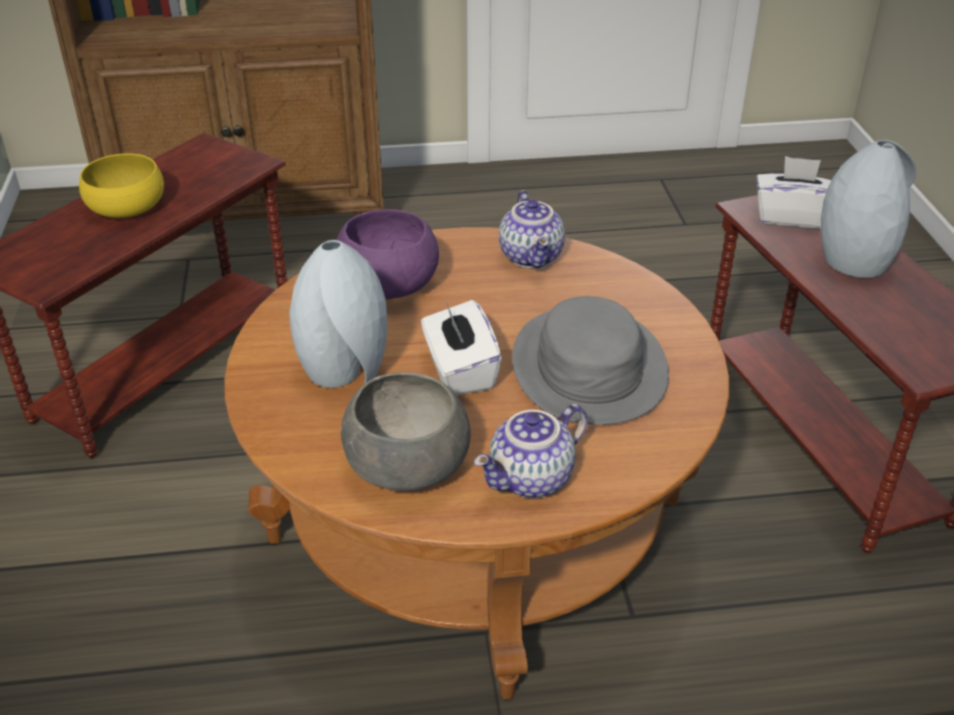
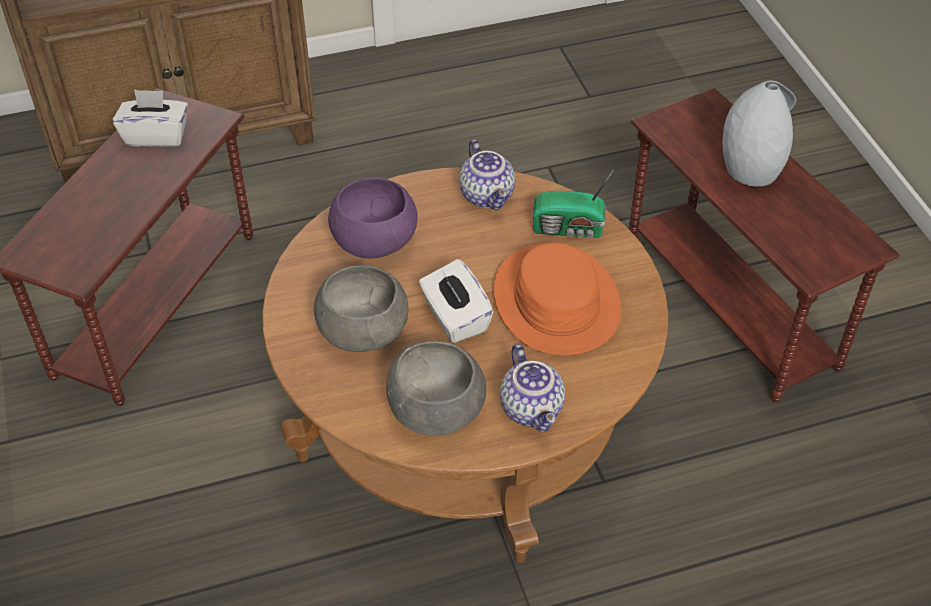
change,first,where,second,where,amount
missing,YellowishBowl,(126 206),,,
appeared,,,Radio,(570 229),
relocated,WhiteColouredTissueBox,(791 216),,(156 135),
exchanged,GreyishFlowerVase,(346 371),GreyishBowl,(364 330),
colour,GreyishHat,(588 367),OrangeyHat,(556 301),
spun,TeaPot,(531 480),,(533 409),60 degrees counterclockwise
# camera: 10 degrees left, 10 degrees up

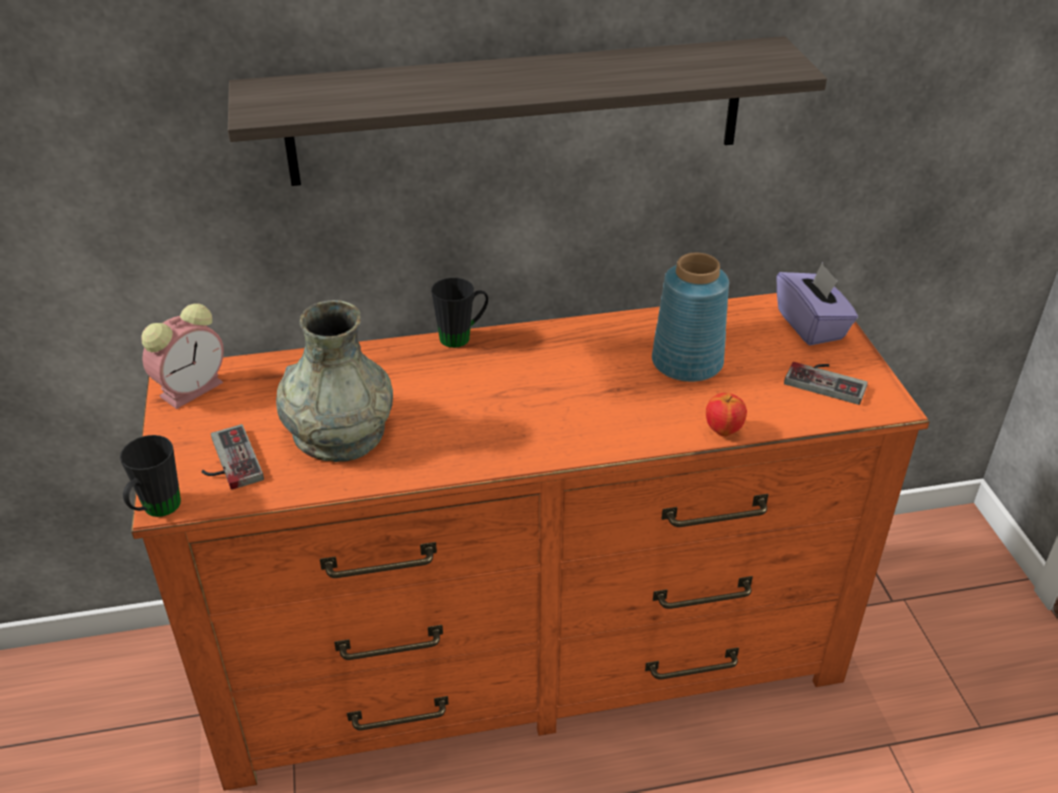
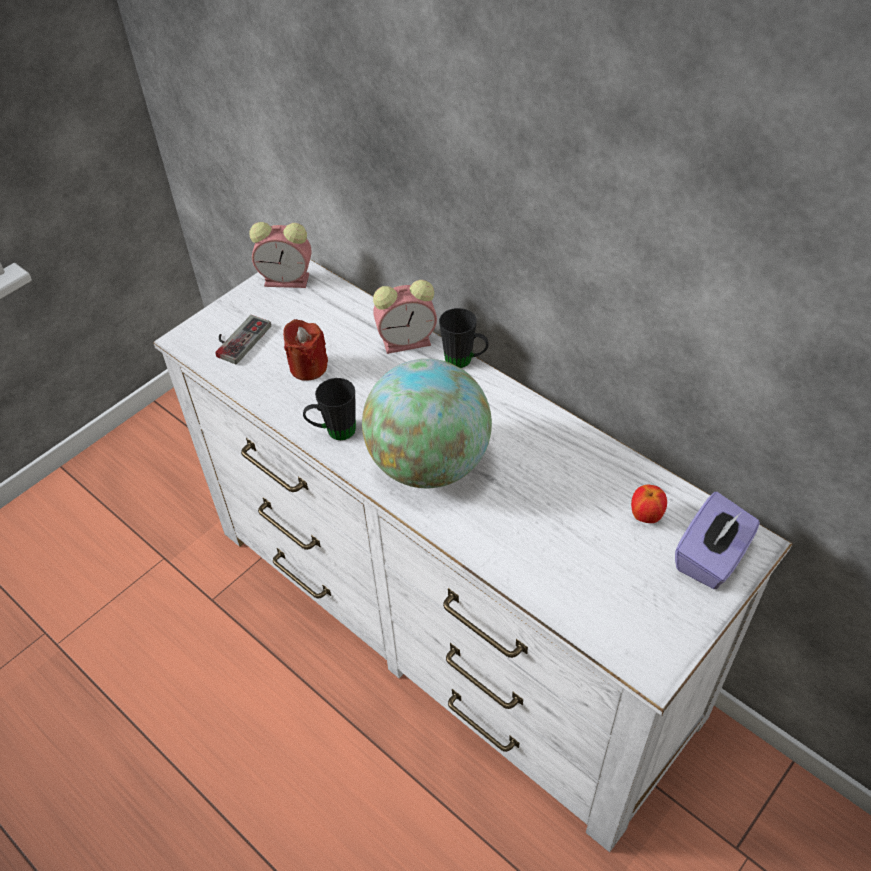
change,first,where,second,where,amount
missing,Shelf,(518 111),,,
missing,BlueFlowerVase,(687 363),,,
missing,GameController,(827 380),,,
appeared,,,Globe,(429 464),
appeared,,,BedsideClock,(408 341),
relocated,BlackColouredMug,(156 511),,(333 432),
relocated,AppleFruit,(723 431),,(646 516),
exchanged,GreyishFlowerVase,(339 431),RedWaxLight,(308 367),
colour,OrangeyChestOfDrawers,(528 654),WhiteColouredChestOfDrawers,(447 619),
# camera: 55 degrees right, 10 degrees up

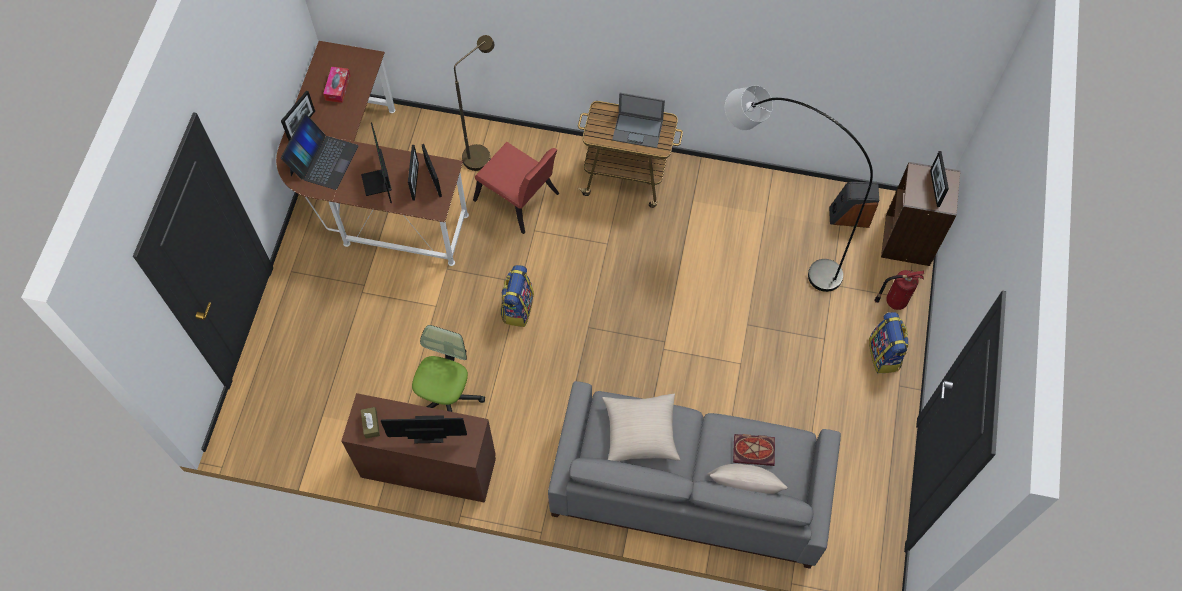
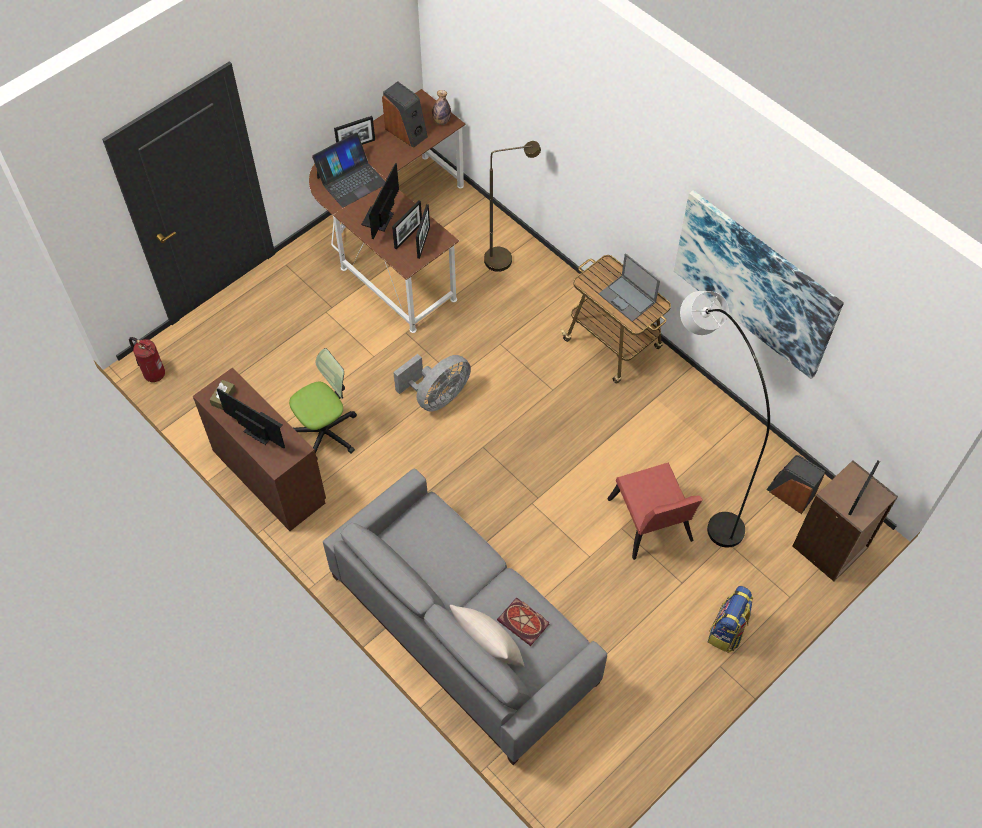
change,first,where,second,where,amount
missing,SandColouredCushion,(640 433),,,
appeared,,,Bottle,(441 121),
appeared,,,WallArt,(755 283),
relocated,RedChair,(519 201),,(650 525),
relocated,FireFightingCylinder,(894 301),,(153 373),
exchanged,TissueBox,(338 88),AudioSpeaker,(406 132),
exchanged,Backpack,(517 308),GreyishFan,(437 396),
# camera: 35 degrees right, 5 degrees down

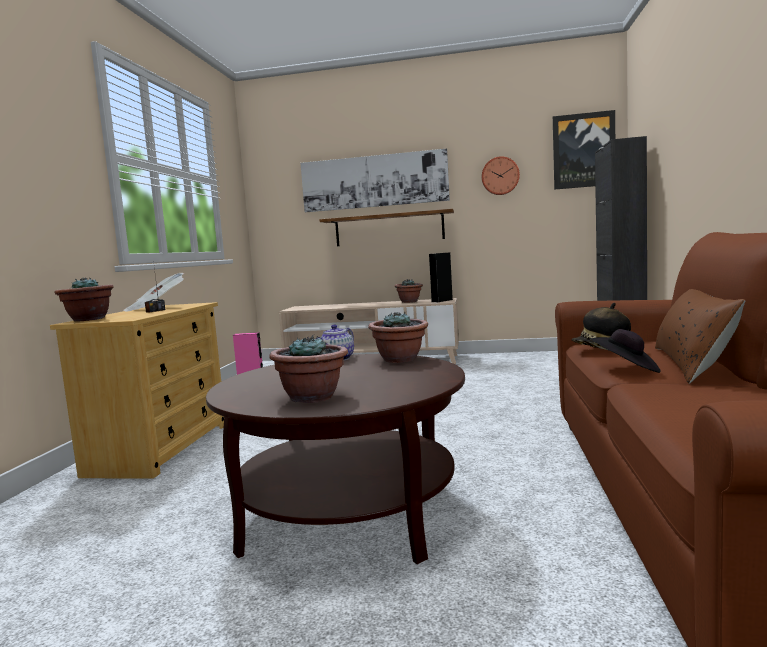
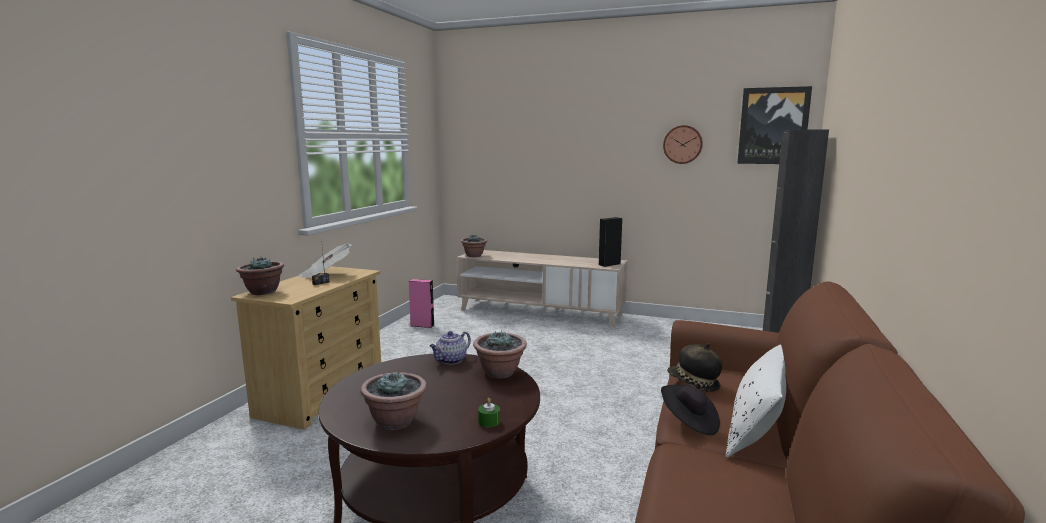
change,first,where,second,where,amount
missing,WallArt,(374 181),,,
missing,Shelf,(389 229),,,
appeared,,,GreenColouredWaxLight,(489 422),
relocated,PottedPlant,(409 302),,(474 255),
colour,BrownishCushion,(692 363),WhiteColouredCushion,(757 424),
# camera: 10 degrees right, 5 degrees up

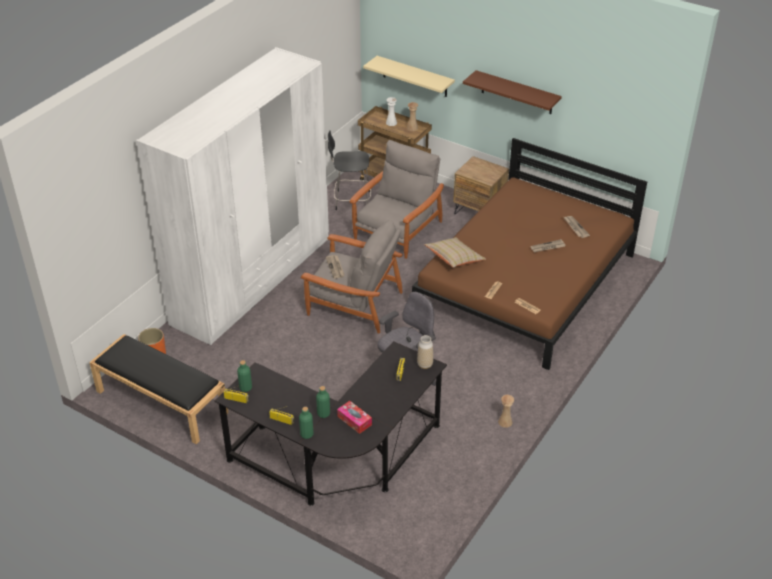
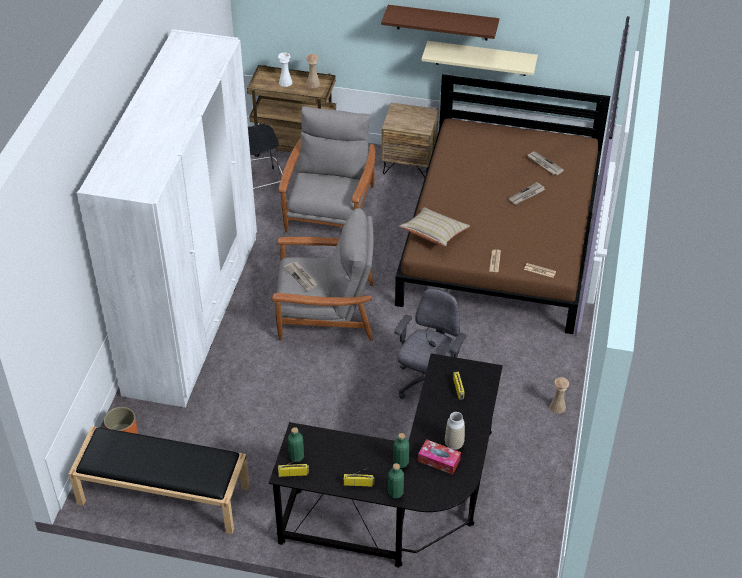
change,first,where,second,where,amount
relocated,SandColouredShelf,(415 77),,(481 58),
relocated,FlowerVase,(425 365),,(454 444),
# camera: 20 degrees left, 5 degrees up

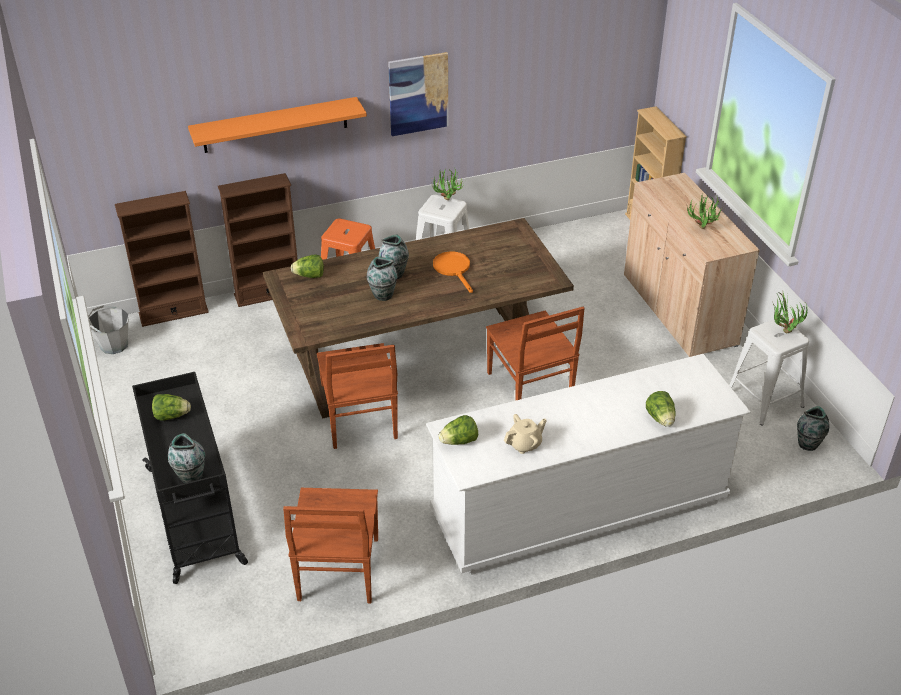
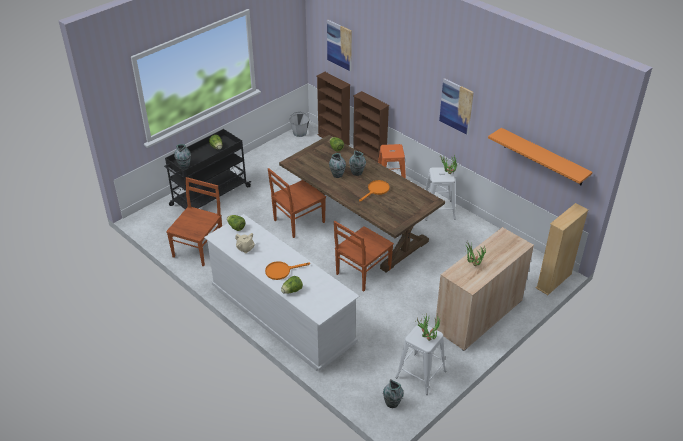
change,first,where,second,where,amount
appeared,,,OrangeyFryingPan,(281 271),
appeared,,,WallArt,(339 45),
relocated,OrangeyShelf,(275 125),,(543 157),
spun,BrownishChair,(338 571),,(199 248),135 degrees clockwise
# camera: 65 degrees right, 0 degrees up

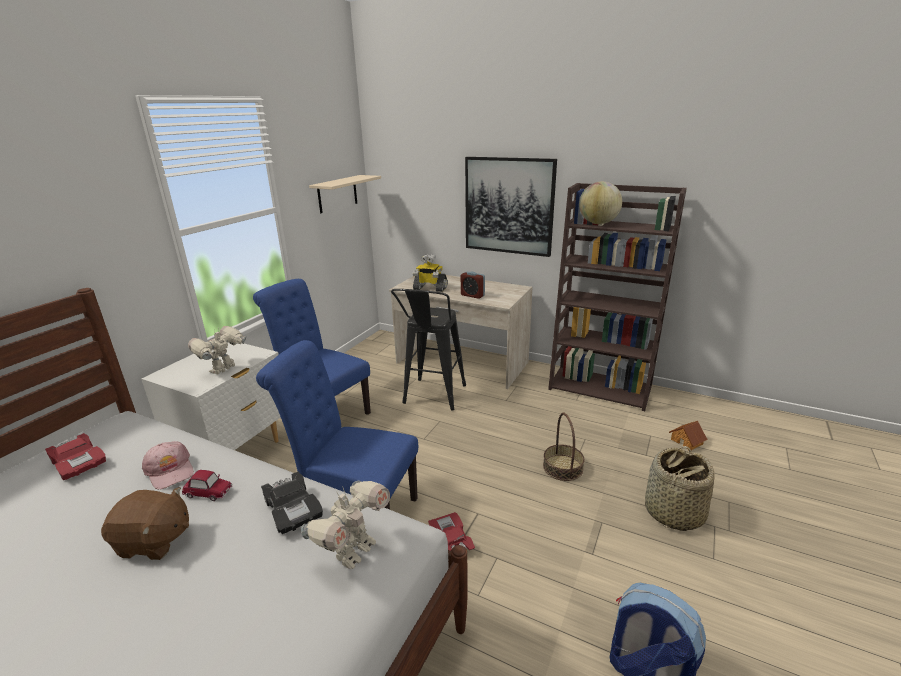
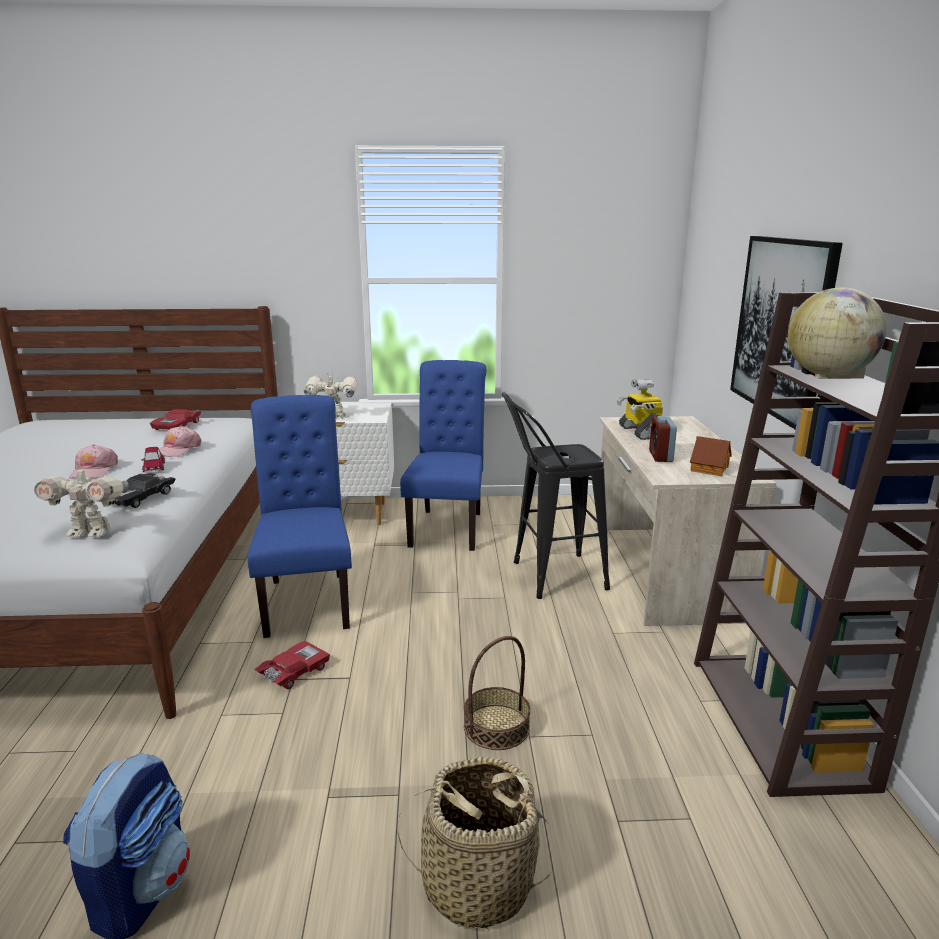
change,first,where,second,where,amount
missing,SandColouredShelf,(337 194),,,
relocated,ToyHouse,(687 441),,(710 469),
exchanged,BrownishCuddlyToy,(154 541),PinkColouredBaseballCap,(93 470),
# camera: 60 degrees right, 5 degrees down

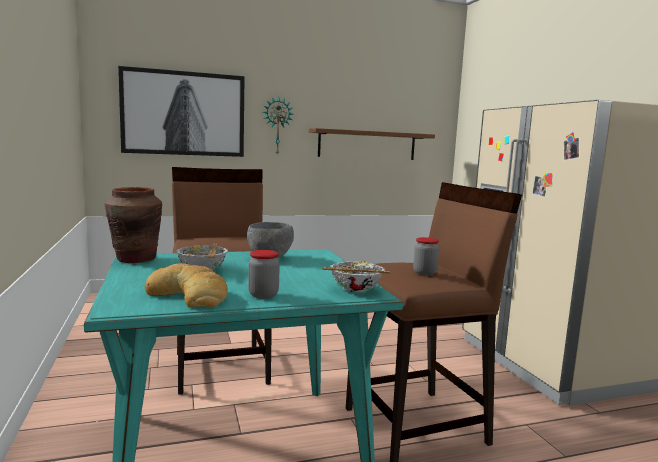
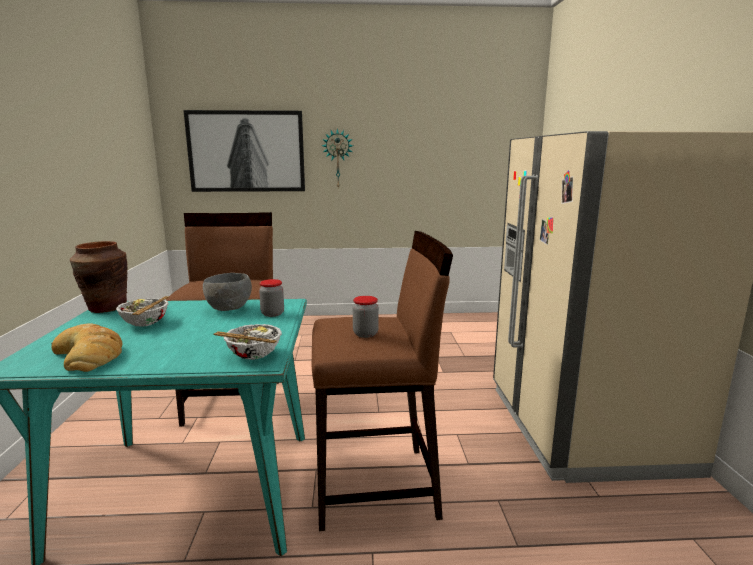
change,first,where,second,where,amount
missing,BrownishShelf,(367 145),,,
relocated,StorageJar,(263 295),,(272 314),
# camera: 15 degrees right, 5 degrees up

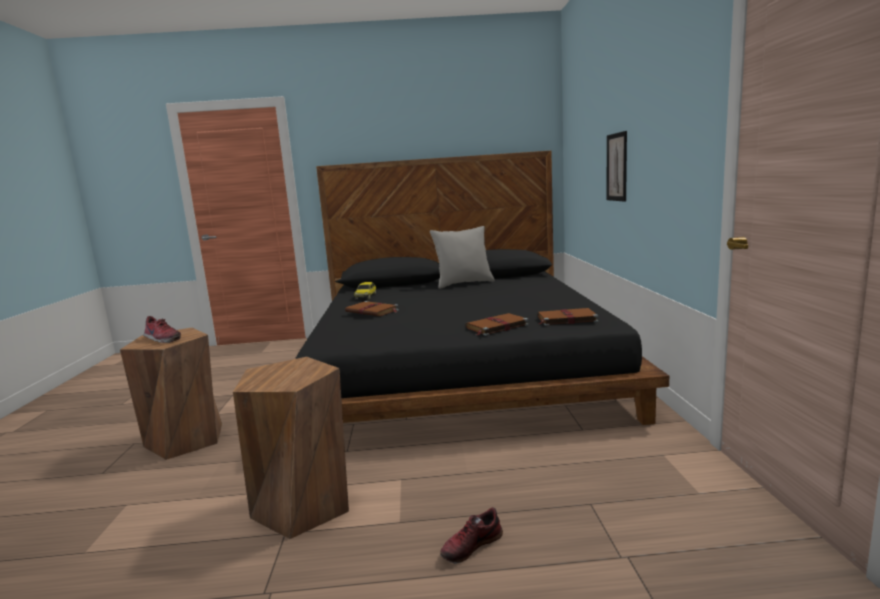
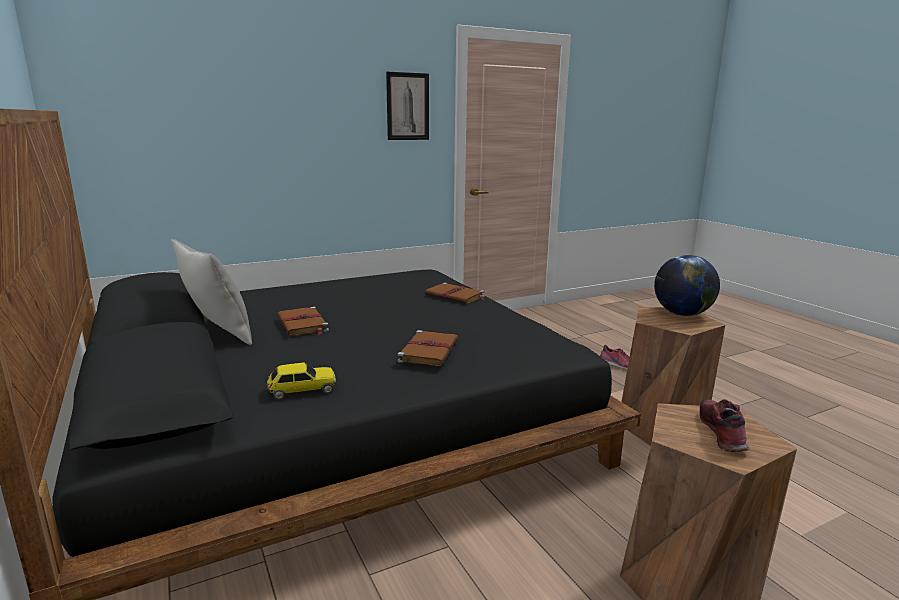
change,first,where,second,where,amount
appeared,,,Globe,(682 314),
relocated,BrownishBoundBook,(565 319),,(302 324),
relocated,WallArt,(617 167),,(407 106),
# camera: 115 degrees left, 5 degrees up

